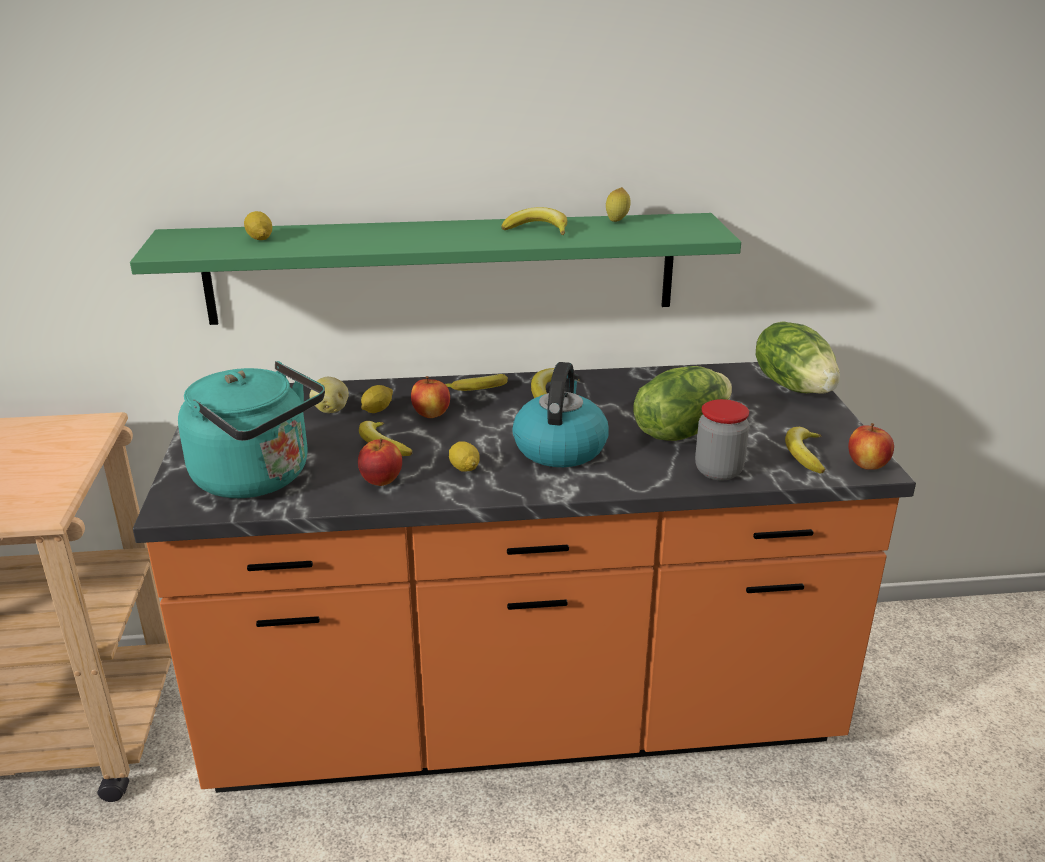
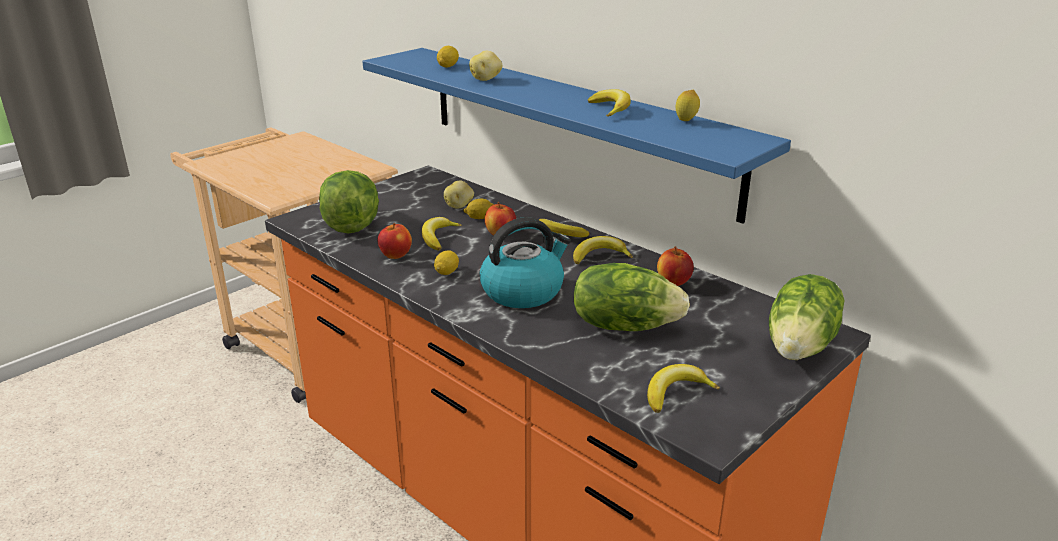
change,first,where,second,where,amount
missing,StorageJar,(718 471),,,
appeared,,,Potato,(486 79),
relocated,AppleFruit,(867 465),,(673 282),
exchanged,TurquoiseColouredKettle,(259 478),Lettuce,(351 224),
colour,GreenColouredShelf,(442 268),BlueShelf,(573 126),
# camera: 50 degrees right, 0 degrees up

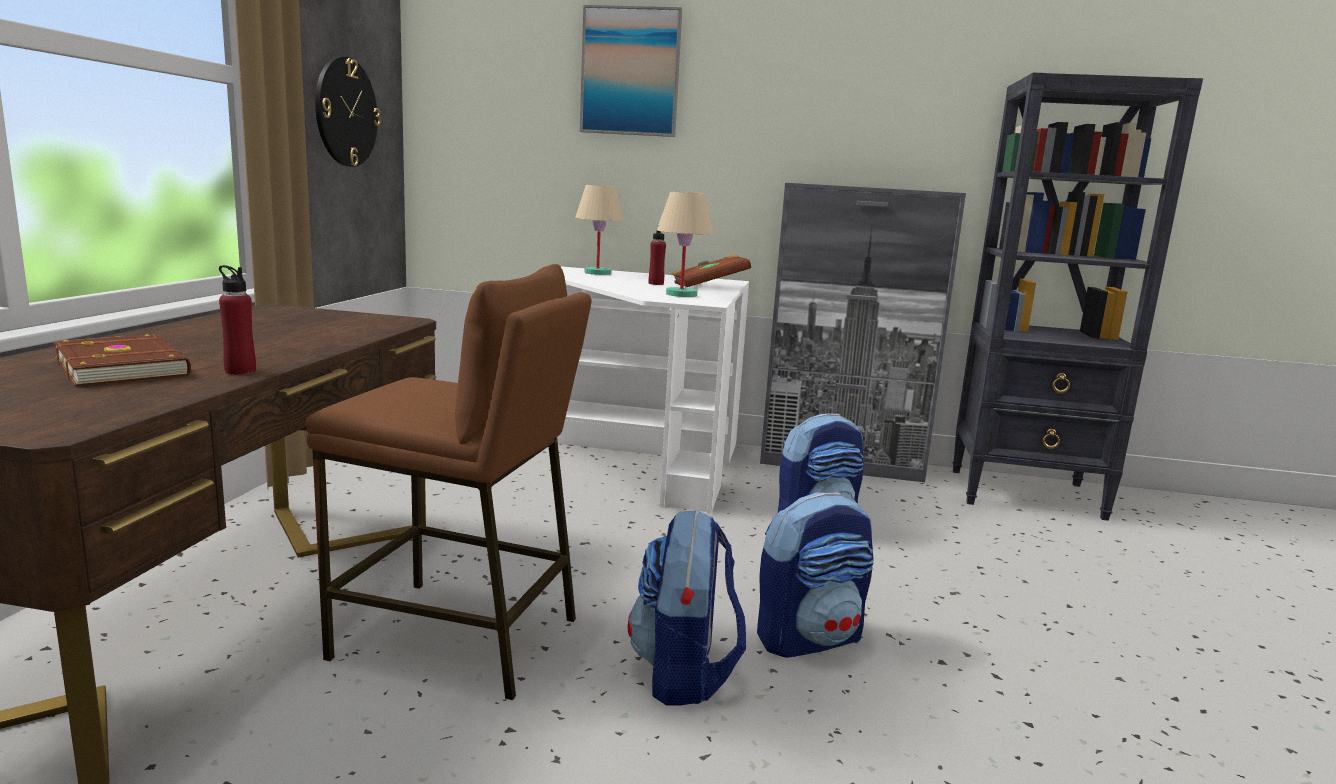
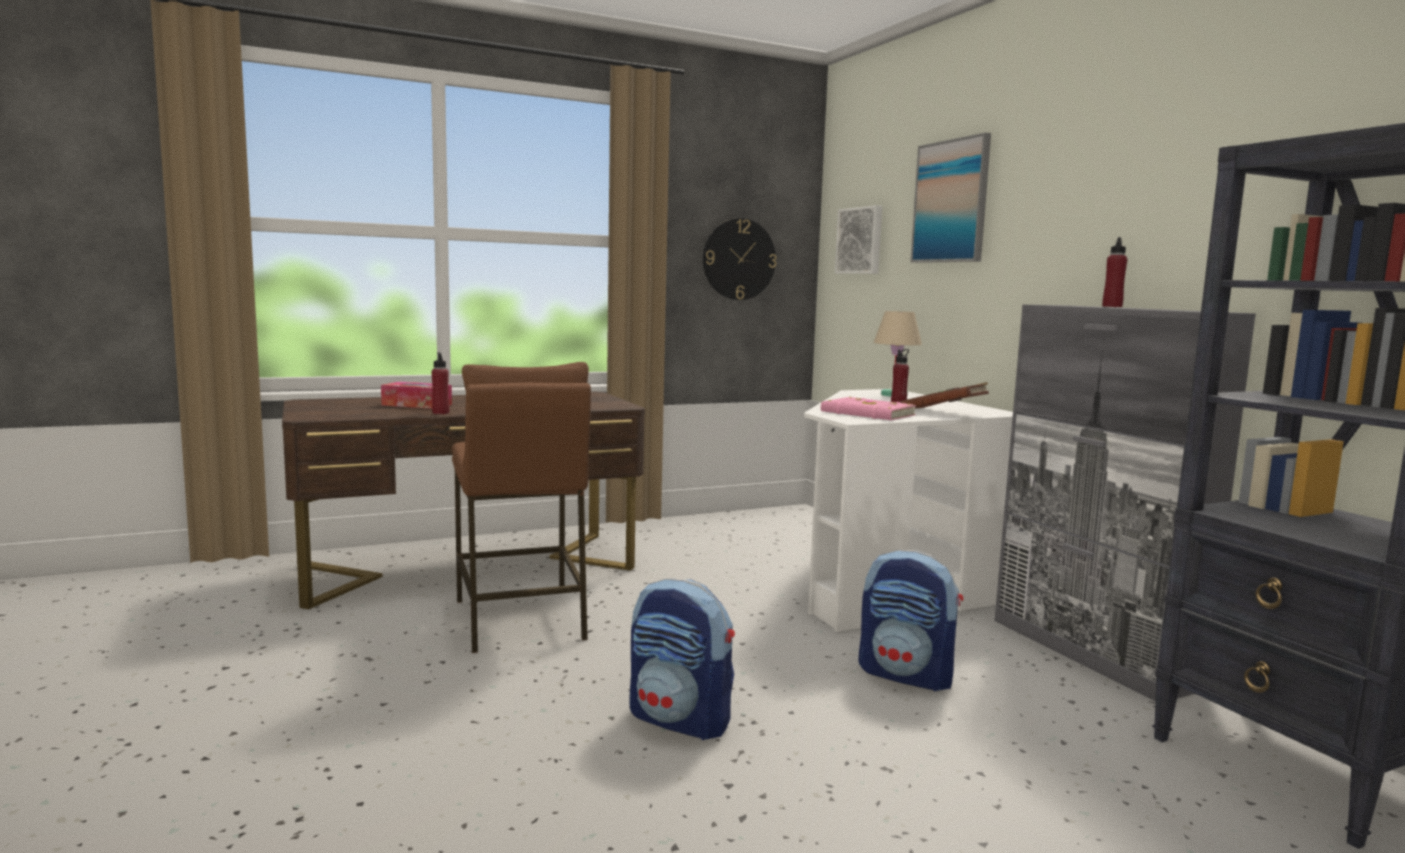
change,first,where,second,where,amount
missing,Backpack,(684 673),,,
appeared,,,WallArt,(861 240),
appeared,,,RedBottle,(1112 306),
exchanged,BrownishBoundBook,(125 366),TissueBox,(417 405),
exchanged,SandColouredTableLamp,(682 294),PinkColouredBoundBook,(867 414),
# camera: 55 degrees right, 5 degrees down

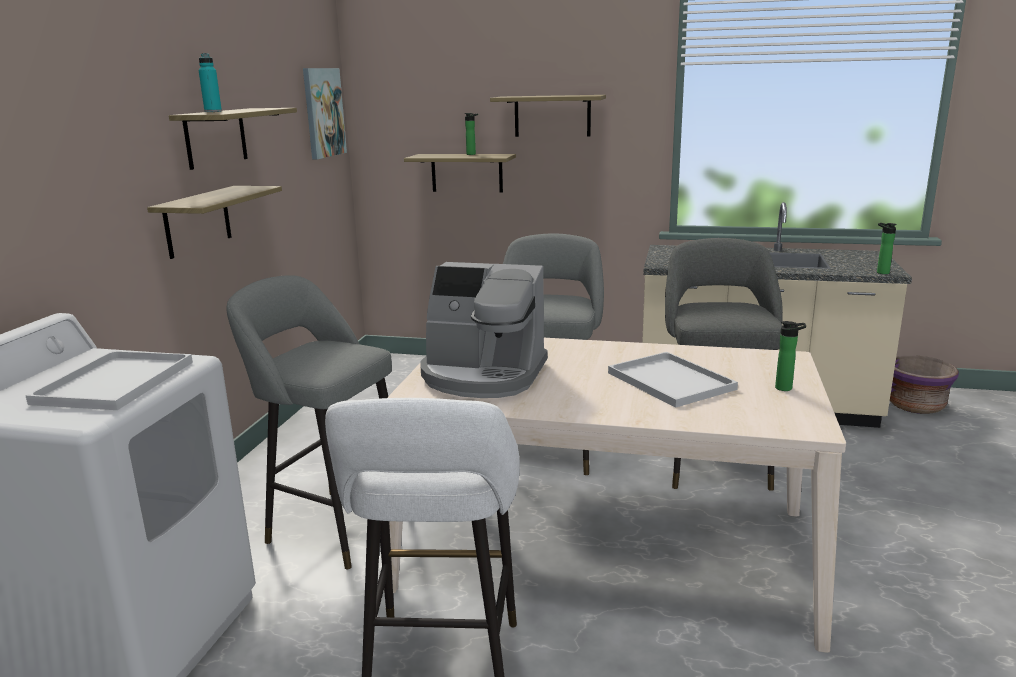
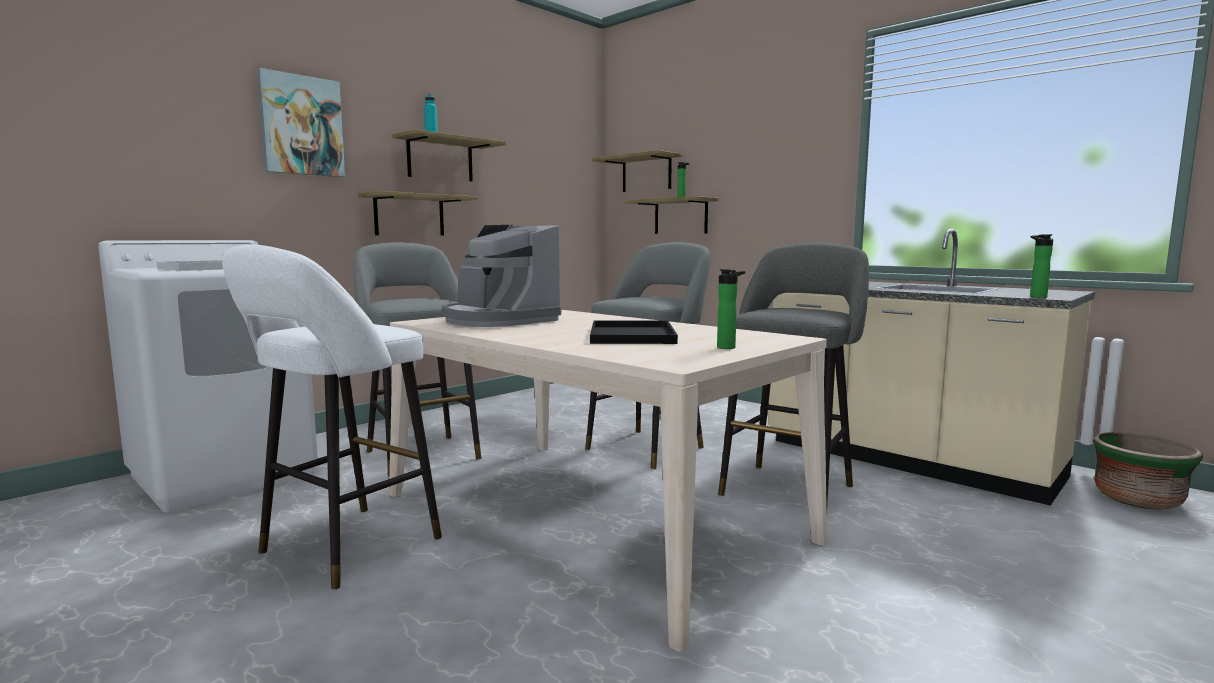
change,first,where,second,where,amount
relocated,WallArt,(323 112),,(302 126),
relocated,Shelf,(552 116),,(646 173),
colour,WhiteColouredTray,(668 380),BlackColouredTray,(630 335),
colour,PurplishPlanter,(915 405),GreenColouredPlanter,(1138 499),
# camera: 30 degrees right, 10 degrees down

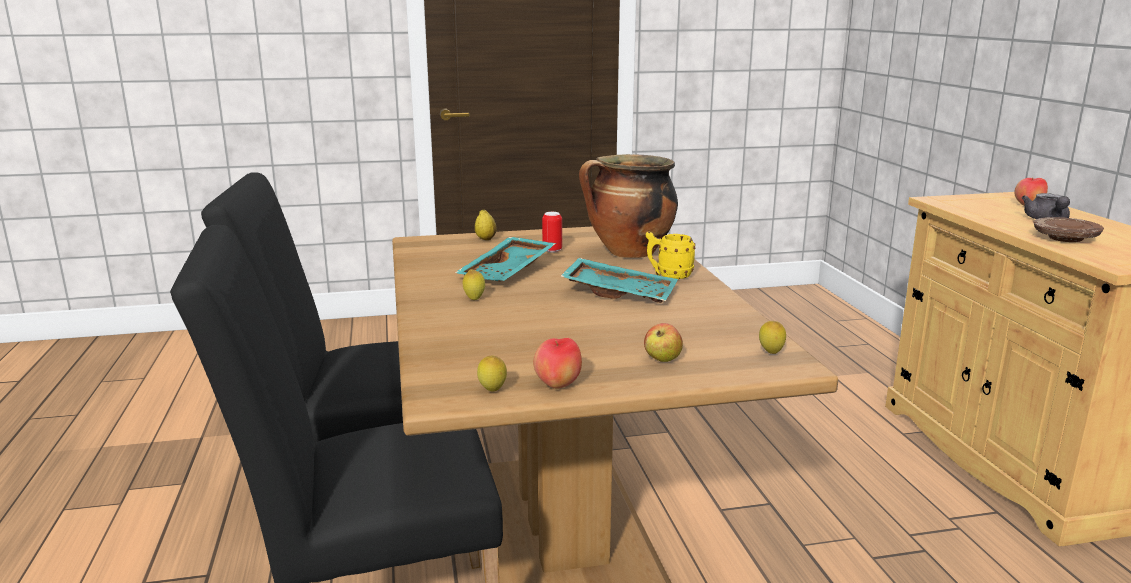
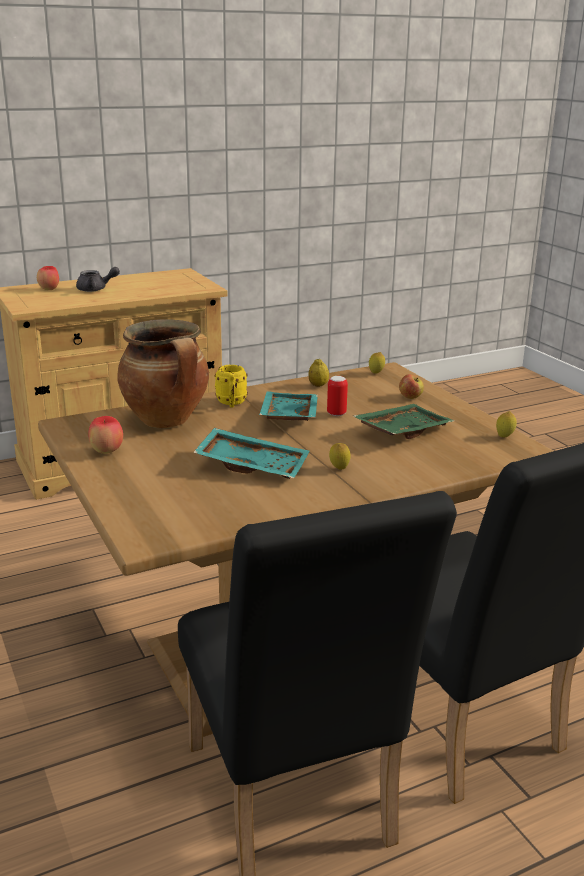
change,first,where,second,where,amount
missing,BrownishDinnerPlate,(1065 238),,,
appeared,,,GreenColouredTray,(401 431),
relocated,CitrusFruit,(485 239),,(318 385),
relocated,AppleFruit,(557 385),,(107 451),
relocated,SealedCan,(552 250),,(336 414),
# camera: 105 degrees left, 5 degrees up

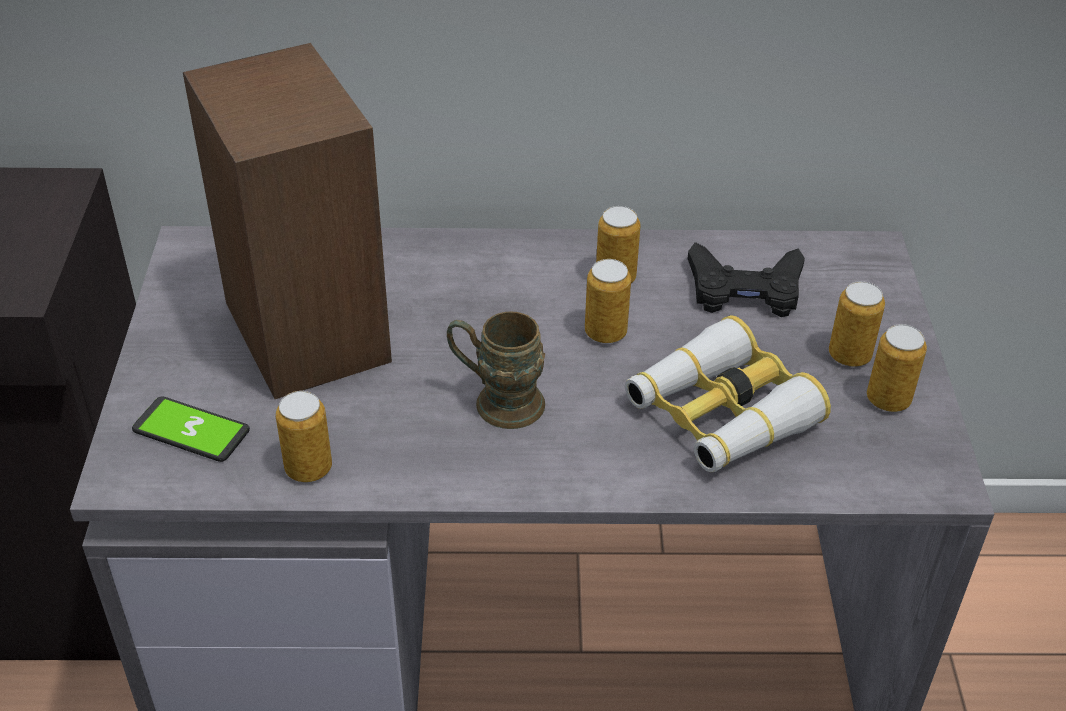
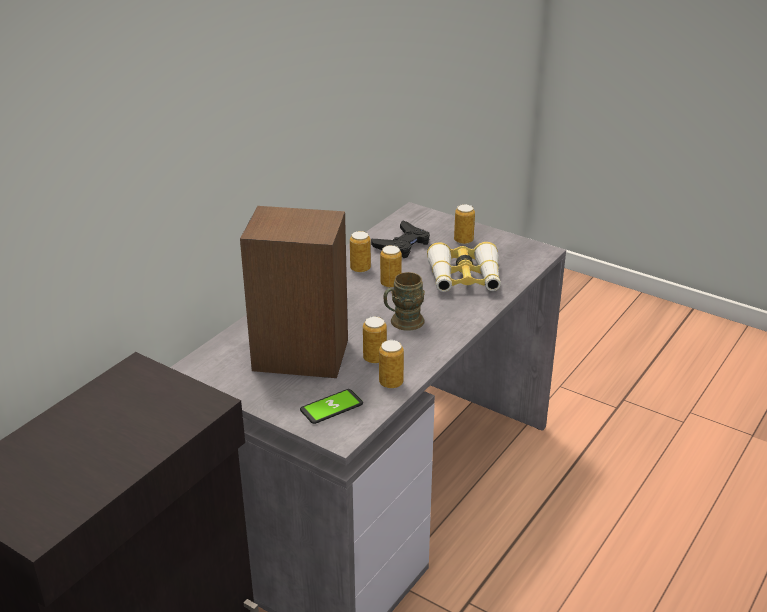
change,first,where,second,where,amount
relocated,SealedCan,(888 399),,(374 358),
# camera: 55 degrees left, 10 degrees down

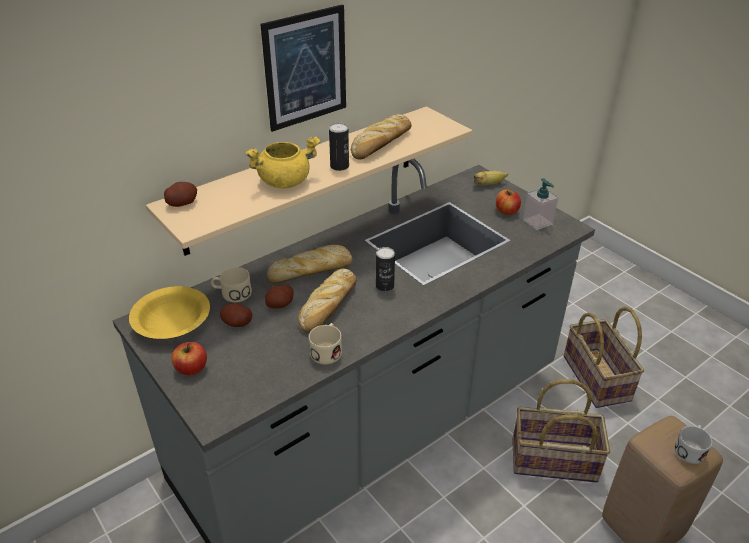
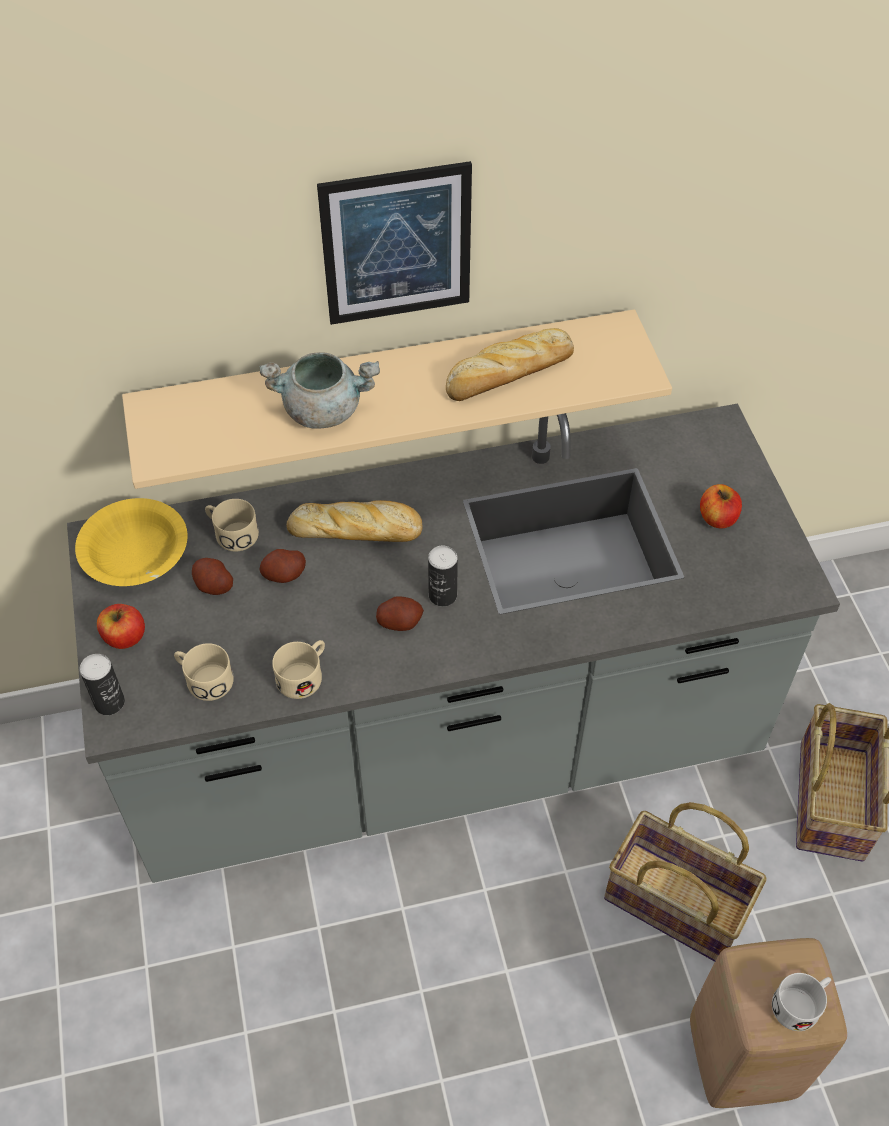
change,first,where,second,where,amount
missing,BakedBread,(328 306),,,
missing,BananaFruit,(488 184),,,
missing,SoapBottle,(538 222),,,
appeared,,,SandColouredMug,(203 679),
relocated,Potato,(182 203),,(400 621),
relocated,SealedCan,(339 166),,(109 702),
colour,YellowishCookingPot,(285 181),GreyishCookingPot,(324 409),
# camera: 25 degrees right, 15 degrees up

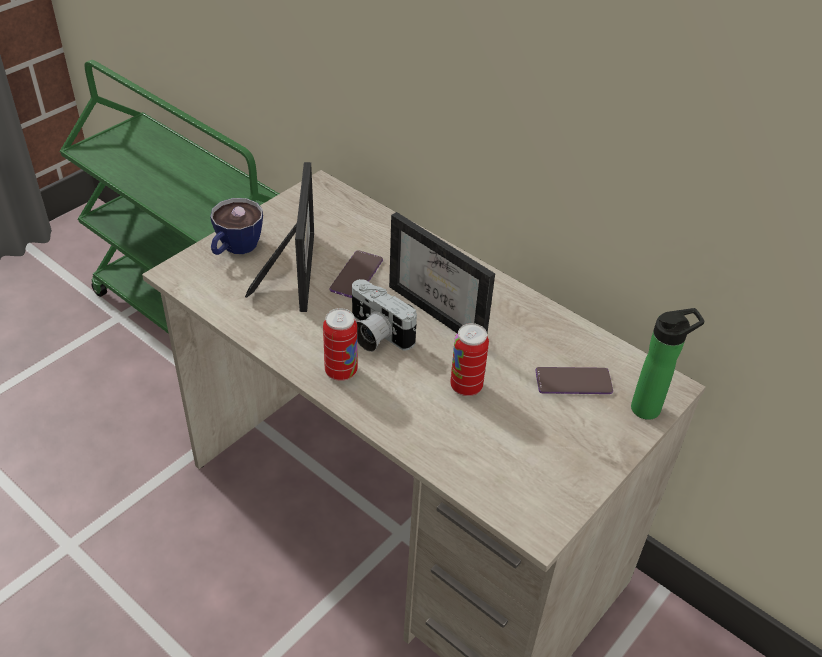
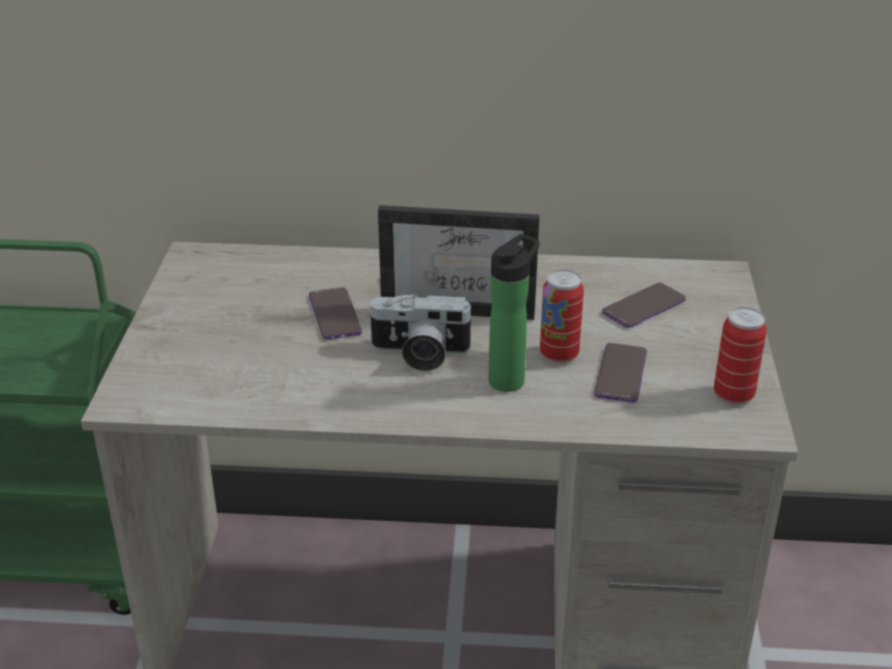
change,first,where,second,where,amount
missing,Cup,(235 249),,,
missing,PhotoFrame,(295 269),,,
appeared,,,Handset,(621 374),
relocated,SealedCan,(341 371),,(733 395),
relocated,Bottle,(650 408),,(510 379),
# camera: 35 degrees left, 10 degrees down

